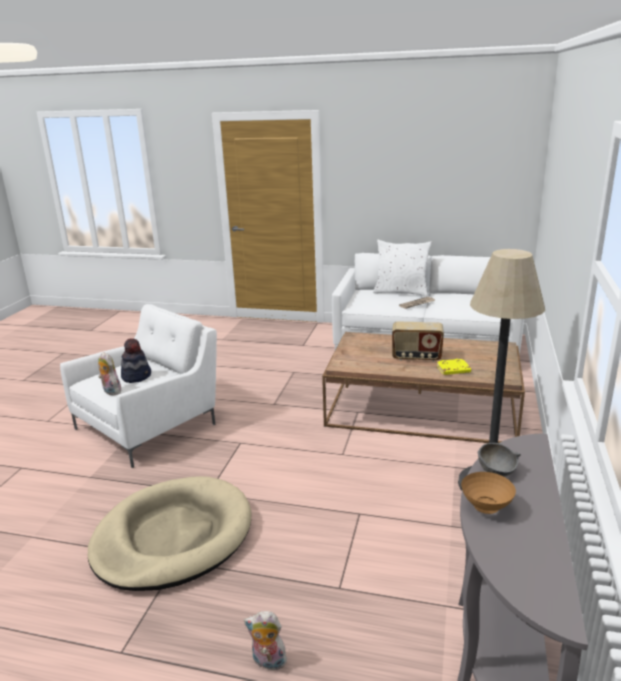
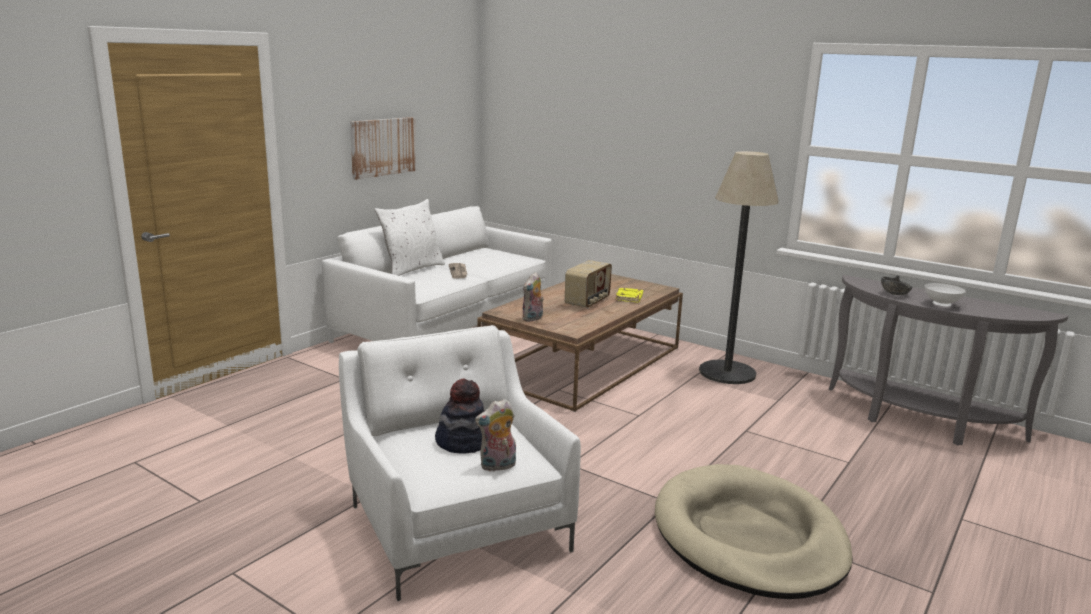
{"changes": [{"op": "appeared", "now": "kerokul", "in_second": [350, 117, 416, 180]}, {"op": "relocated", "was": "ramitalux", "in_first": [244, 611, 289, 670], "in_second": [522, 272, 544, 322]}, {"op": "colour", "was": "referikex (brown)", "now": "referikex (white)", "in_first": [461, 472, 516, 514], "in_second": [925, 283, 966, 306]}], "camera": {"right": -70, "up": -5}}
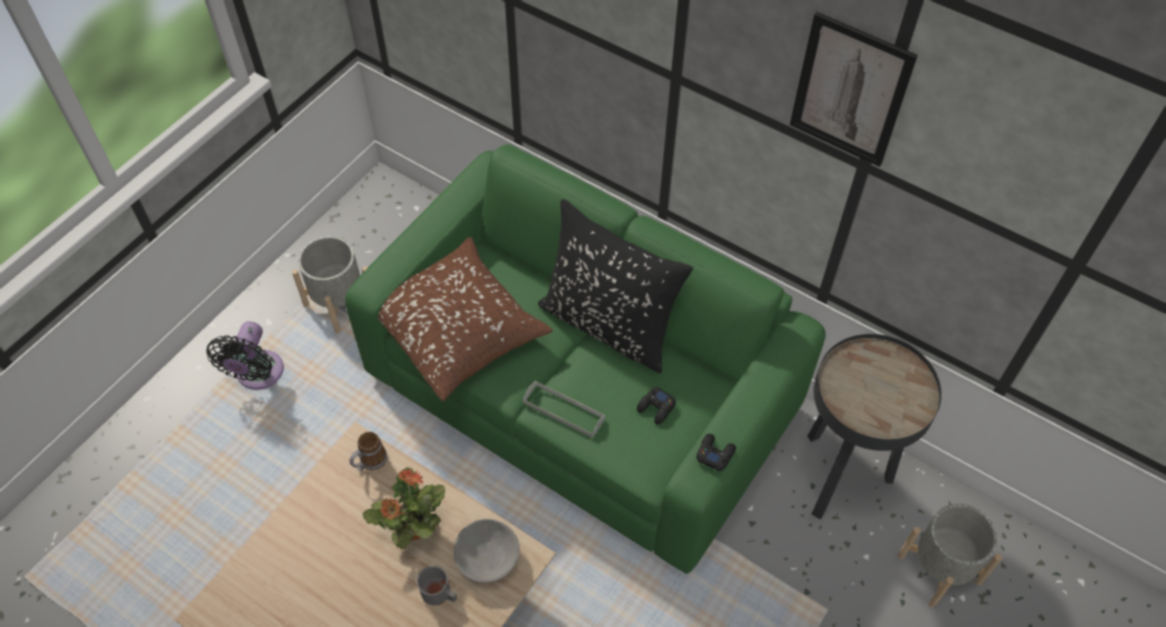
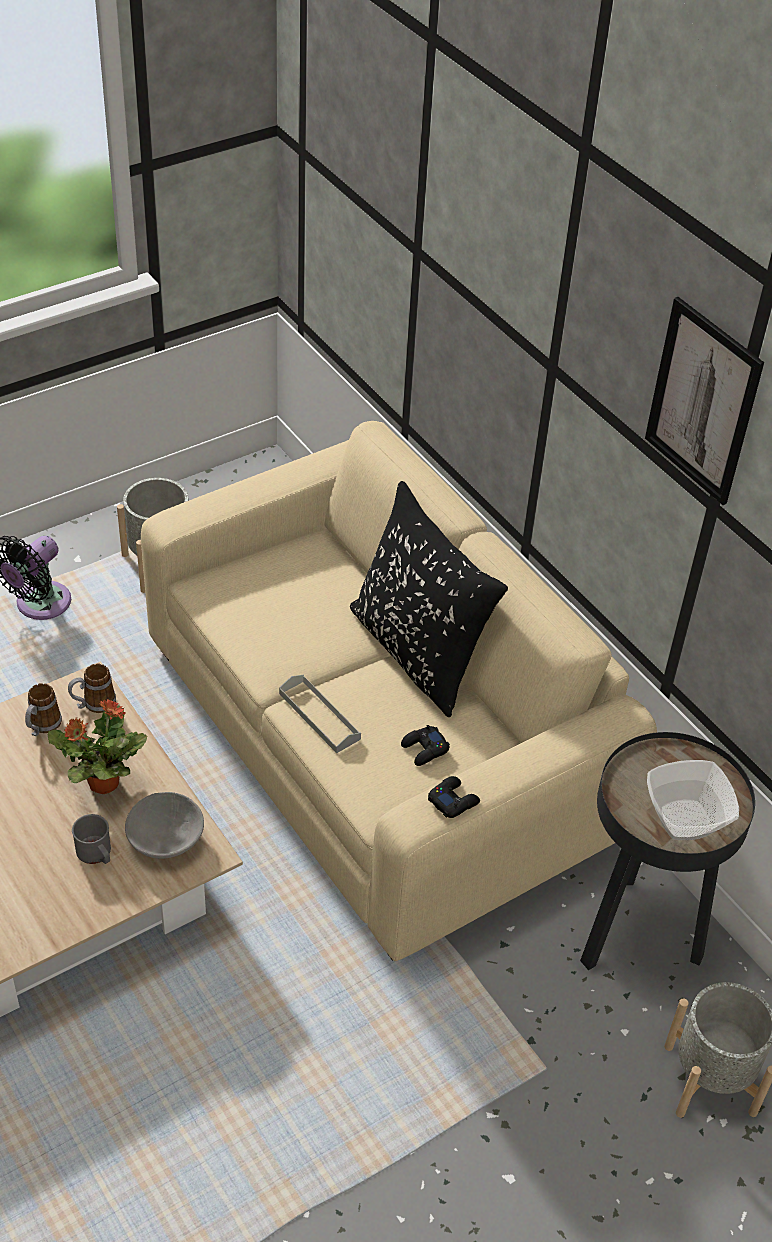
{"changes": [{"op": "appeared", "now": "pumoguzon", "in_second": [25, 683, 62, 737]}, {"op": "colour", "was": "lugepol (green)", "now": "lugepol (beige)", "in_first": [345, 144, 826, 574], "in_second": [141, 421, 657, 961]}, {"op": "appeared", "now": "referikex", "in_second": [647, 760, 739, 840]}, {"op": "missing", "was": "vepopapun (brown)", "in_first": [378, 237, 553, 401]}], "camera": {"right": 20, "up": -10}}
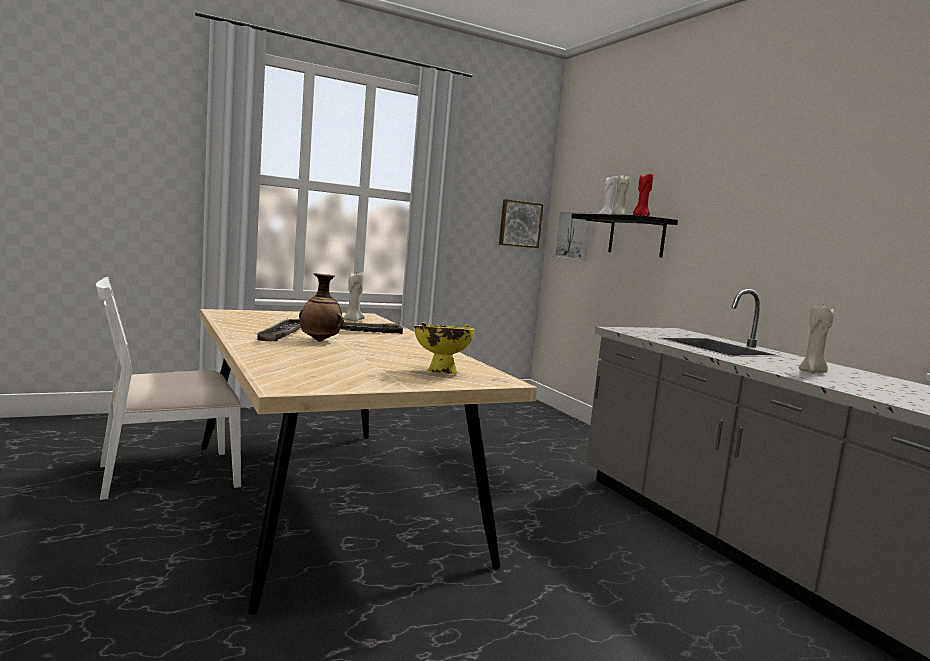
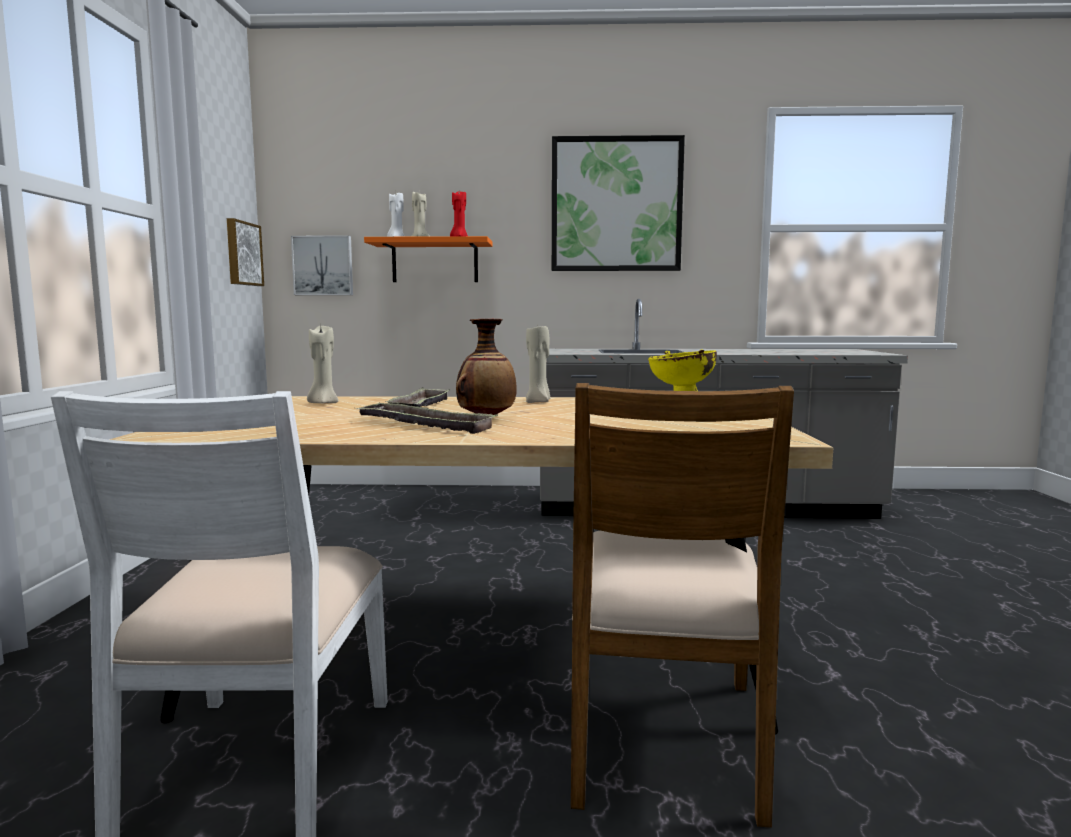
{"changes": [{"op": "colour", "was": "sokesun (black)", "now": "sokesun (orange)", "in_first": [571, 214, 678, 258], "in_second": [364, 236, 492, 282]}, {"op": "relocated", "was": "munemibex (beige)", "in_first": [799, 305, 834, 373], "in_second": [526, 326, 550, 403]}, {"op": "appeared", "now": "kerokul", "in_second": [552, 135, 685, 271]}, {"op": "appeared", "now": "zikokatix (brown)", "in_second": [571, 383, 794, 828]}], "camera": {"right": -60, "up": 0}}
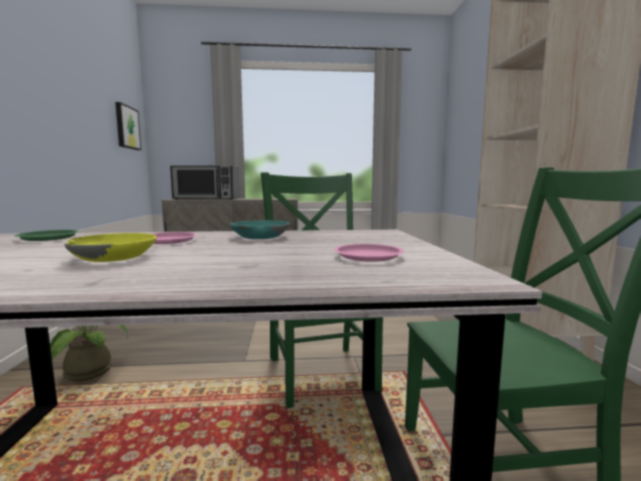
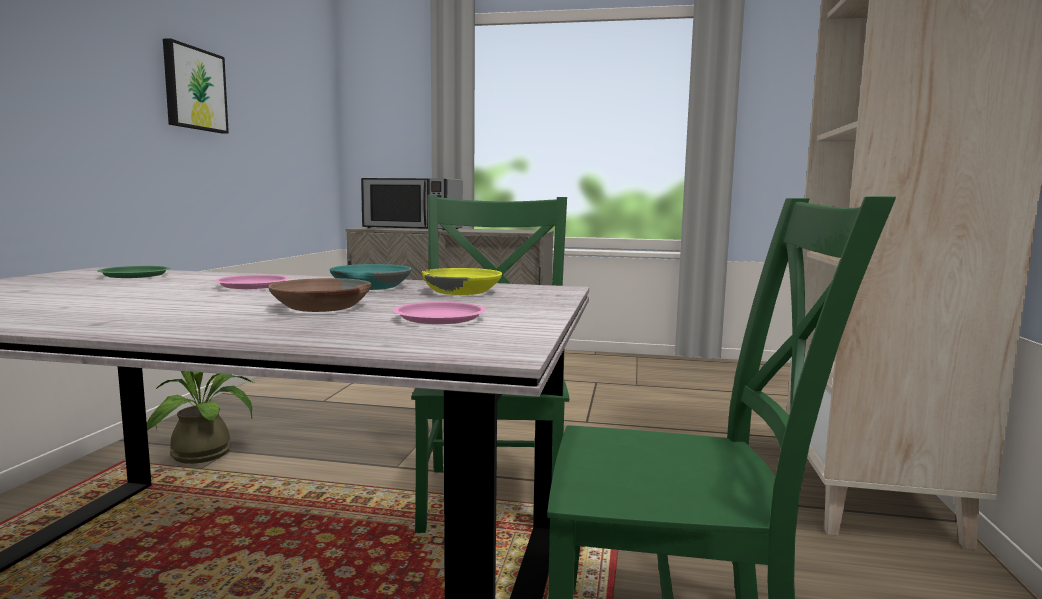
{"changes": [{"op": "relocated", "was": "kerokul", "in_first": [115, 102, 141, 150], "in_second": [163, 38, 229, 133]}, {"op": "appeared", "now": "referikex (brown)", "in_second": [268, 278, 371, 312]}, {"op": "relocated", "was": "referikex (yellow)", "in_first": [65, 233, 156, 262], "in_second": [422, 268, 502, 295]}], "camera": {"right": 15, "up": 0}}
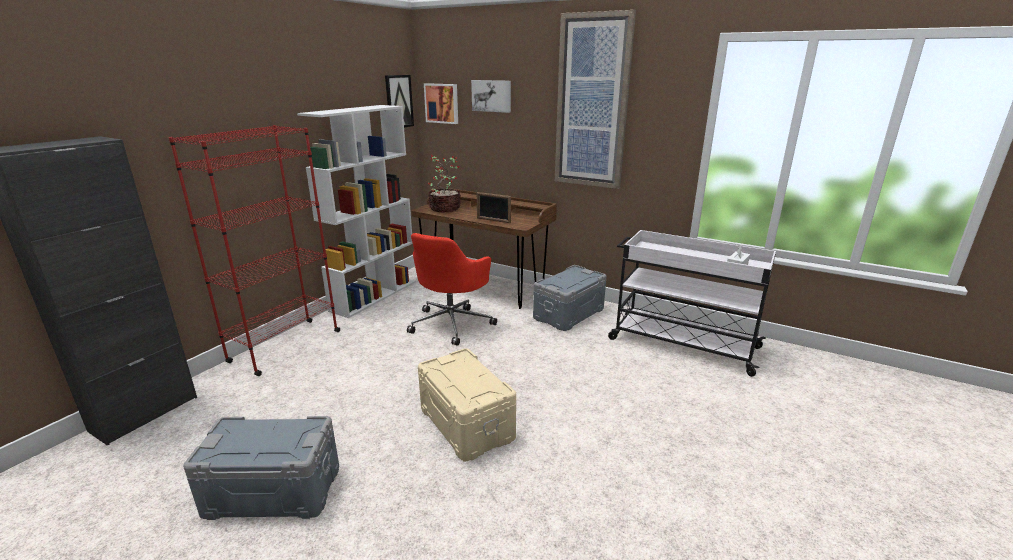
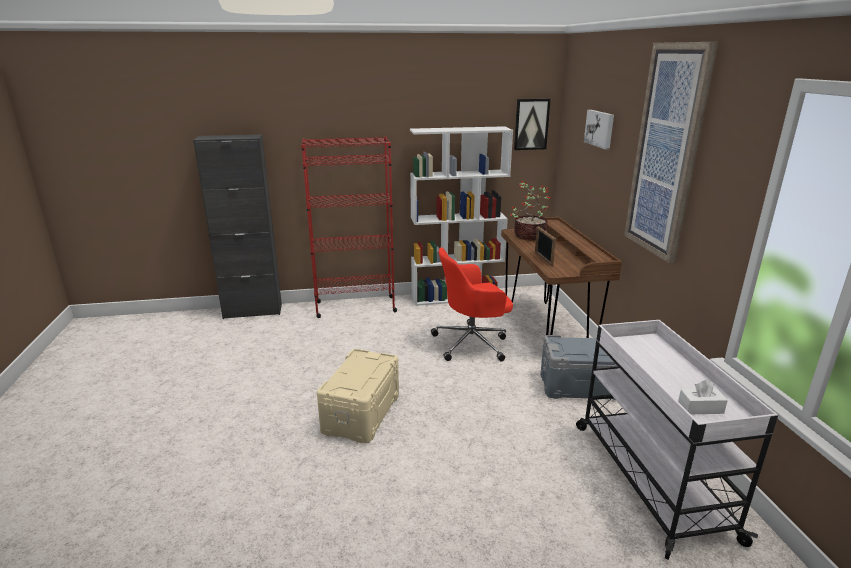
{"changes": [{"op": "missing", "was": "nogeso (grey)", "in_first": [183, 416, 339, 520]}, {"op": "missing", "was": "kerokul", "in_first": [424, 83, 458, 124]}], "camera": {"right": 50, "up": 0}}
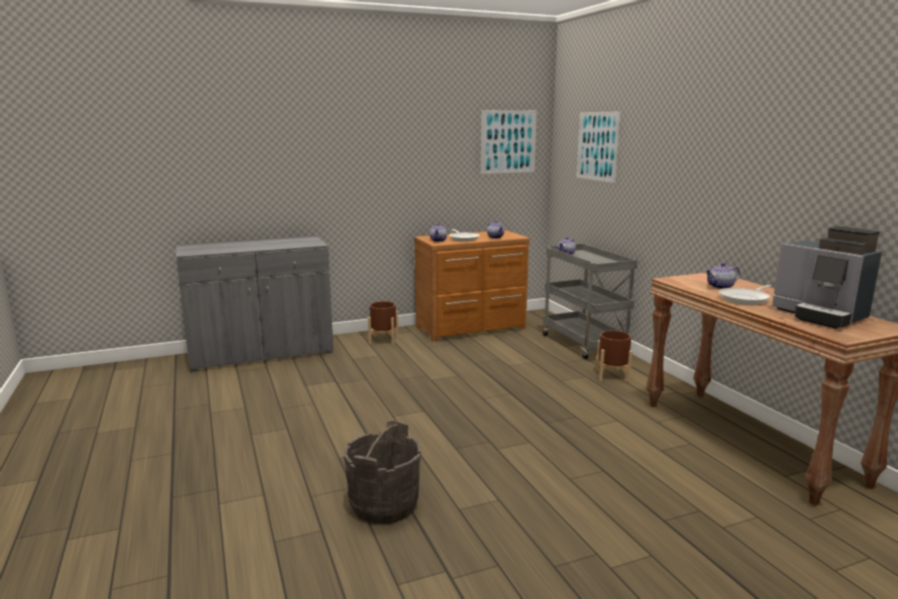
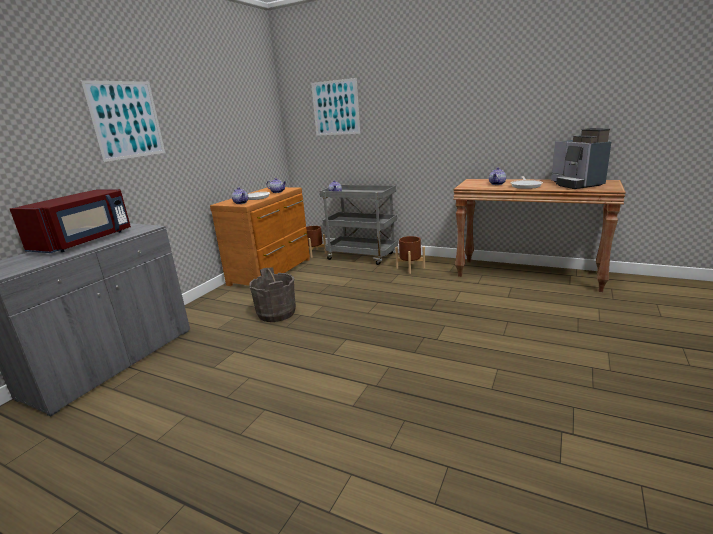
{"changes": [{"op": "appeared", "now": "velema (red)", "in_second": [10, 189, 131, 253]}, {"op": "relocated", "was": "kerokul", "in_first": [481, 110, 537, 174], "in_second": [80, 80, 165, 162]}, {"op": "relocated", "was": "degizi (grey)", "in_first": [344, 421, 421, 524], "in_second": [249, 267, 296, 322]}, {"op": "relocated", "was": "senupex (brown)", "in_first": [368, 301, 398, 345], "in_second": [306, 226, 327, 258]}, {"op": "spun", "was": "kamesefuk", "in_first": [772, 226, 882, 329], "in_second": [551, 128, 611, 189], "clockwise": 60}], "camera": {"right": -40, "up": 5}}
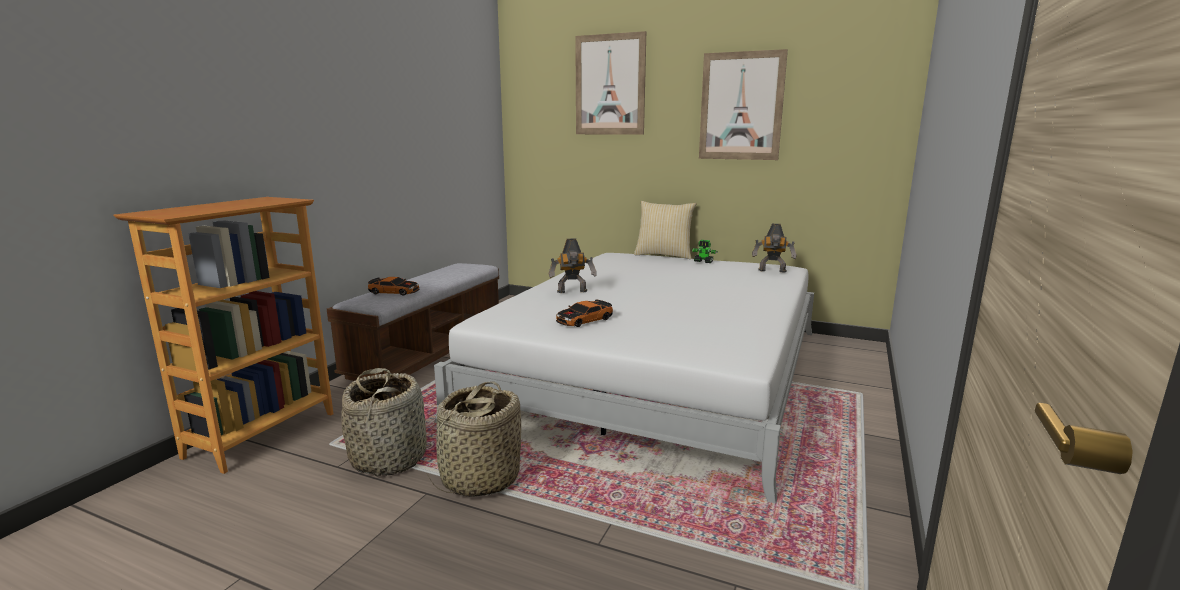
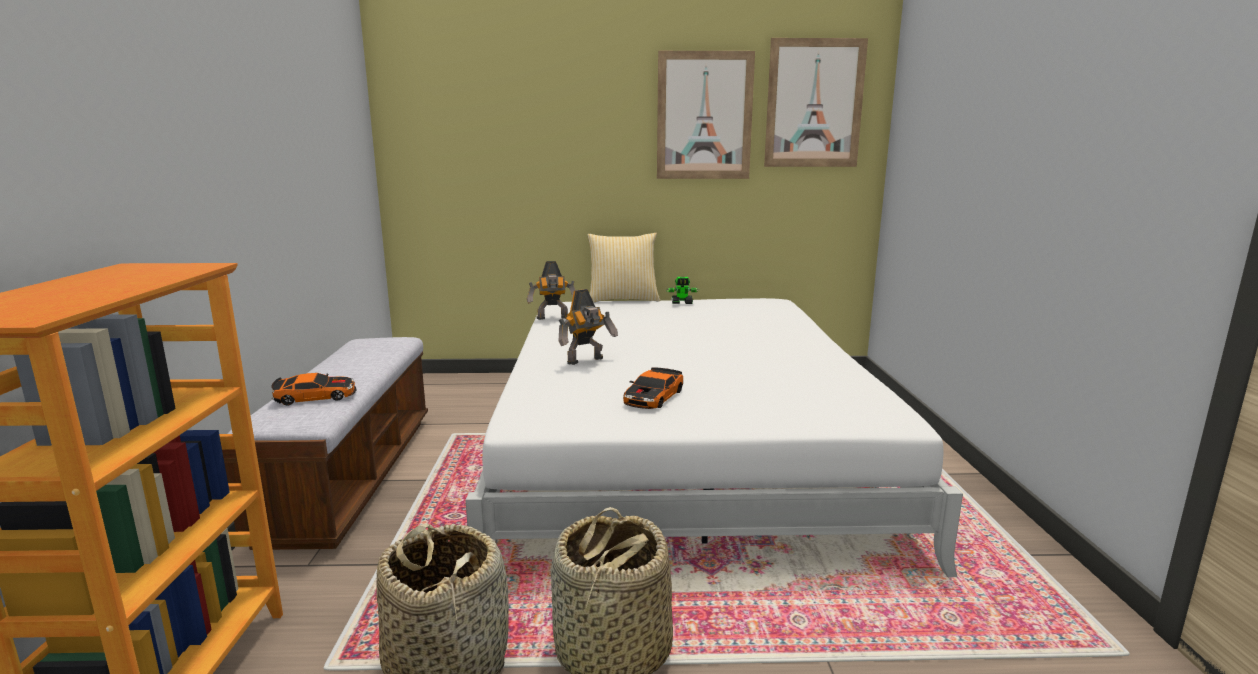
{"changes": [{"op": "relocated", "was": "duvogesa", "in_first": [752, 224, 797, 273], "in_second": [527, 261, 575, 320]}, {"op": "relocated", "was": "kerokul", "in_first": [575, 31, 646, 135], "in_second": [764, 38, 868, 167]}], "camera": {"right": -25, "up": 0}}
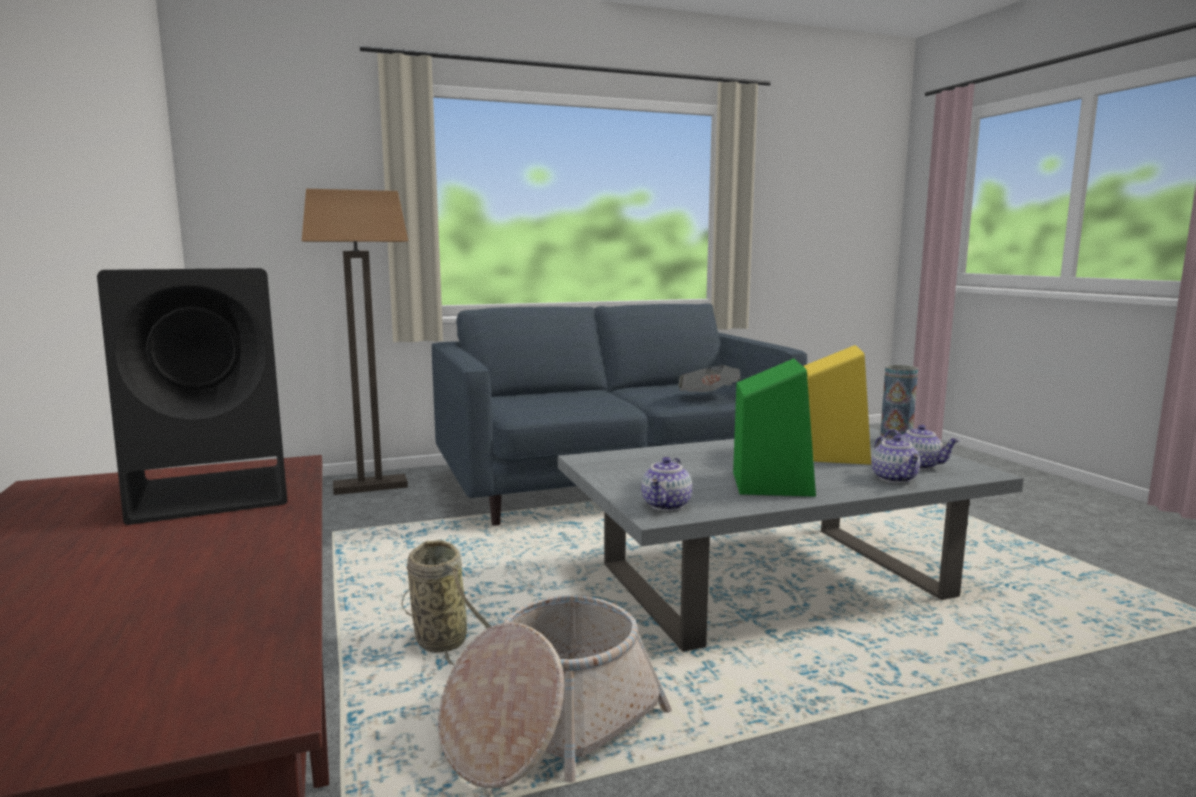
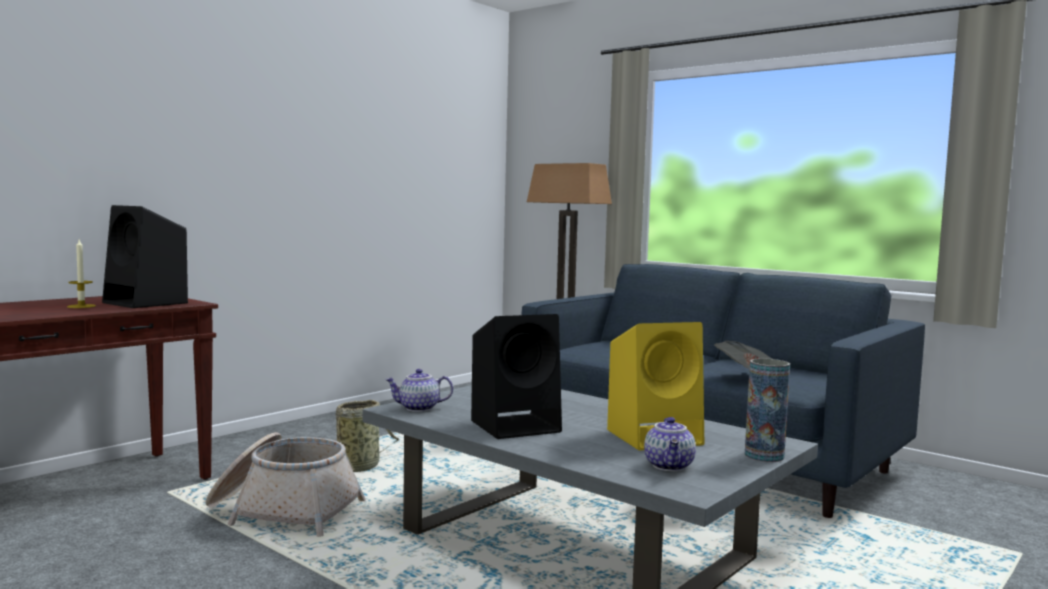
{"changes": [{"op": "appeared", "now": "munemibex", "in_second": [67, 240, 96, 308]}, {"op": "colour", "was": "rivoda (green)", "now": "rivoda (black)", "in_first": [733, 358, 816, 497], "in_second": [471, 314, 562, 439]}, {"op": "missing", "was": "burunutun", "in_first": [871, 435, 920, 483]}], "camera": {"right": 60, "up": -5}}
